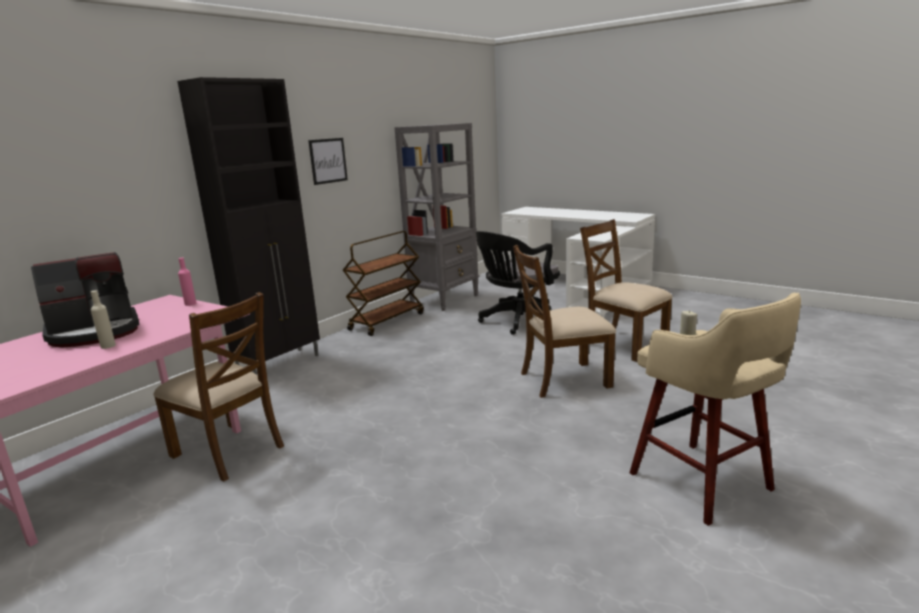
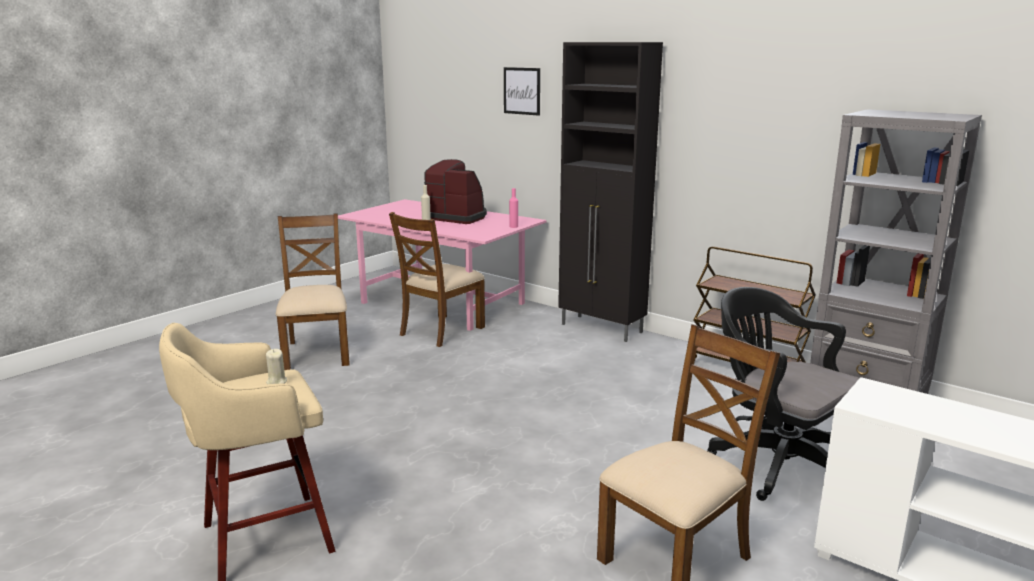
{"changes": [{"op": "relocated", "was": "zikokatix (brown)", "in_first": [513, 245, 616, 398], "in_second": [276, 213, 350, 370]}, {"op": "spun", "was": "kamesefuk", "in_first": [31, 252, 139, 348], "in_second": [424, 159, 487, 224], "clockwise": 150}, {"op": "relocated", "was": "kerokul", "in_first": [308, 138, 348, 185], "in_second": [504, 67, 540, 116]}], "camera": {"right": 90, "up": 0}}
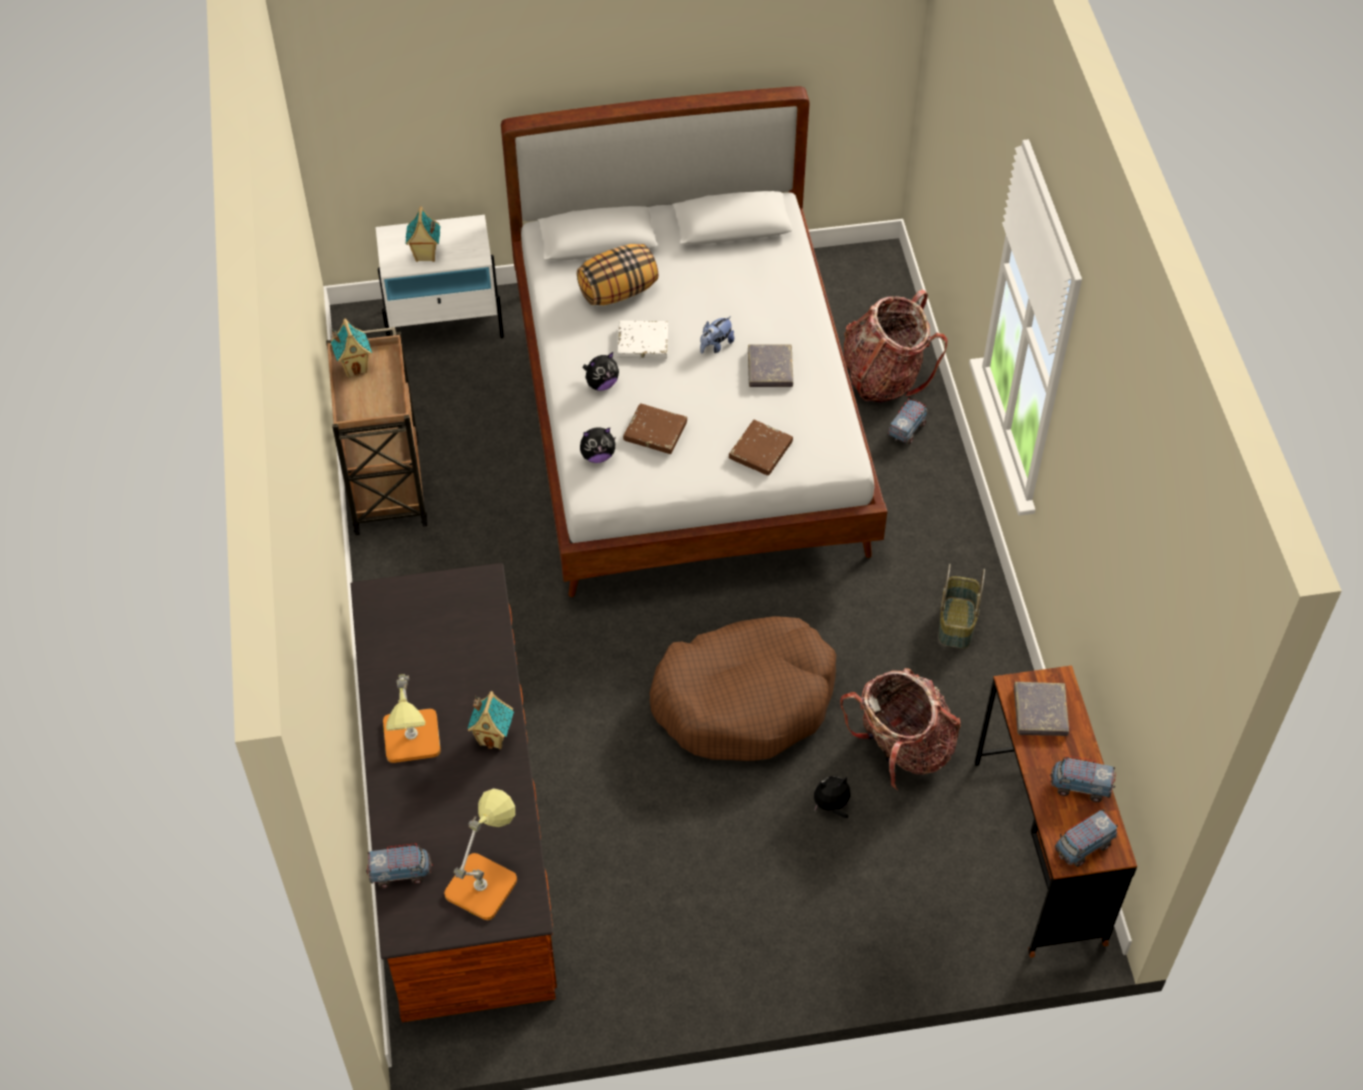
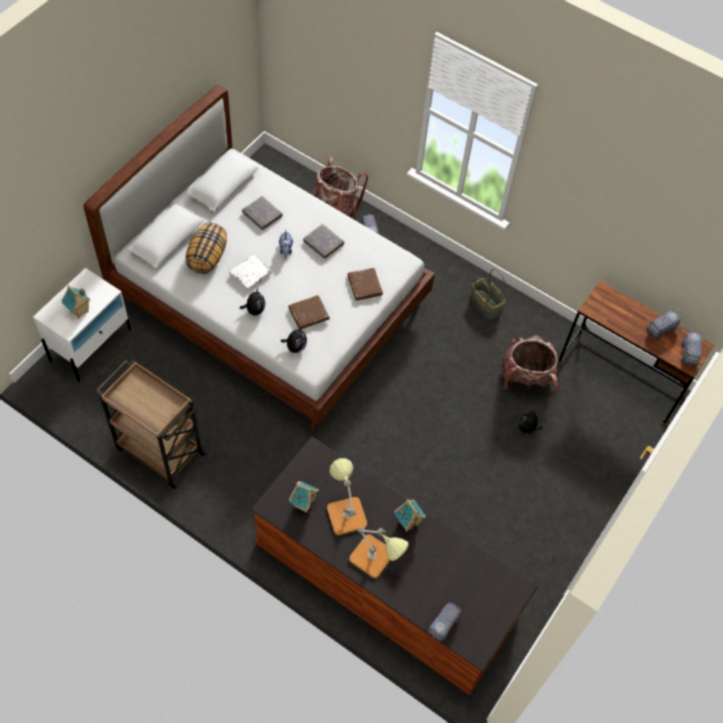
{"changes": [{"op": "relocated", "was": "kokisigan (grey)", "in_first": [1014, 682, 1069, 736], "in_second": [242, 196, 283, 230]}, {"op": "relocated", "was": "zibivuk", "in_first": [331, 319, 372, 377], "in_second": [289, 481, 319, 513]}, {"op": "relocated", "was": "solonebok", "in_first": [444, 788, 517, 921], "in_second": [327, 458, 367, 535]}, {"op": "missing", "was": "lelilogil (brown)", "in_first": [649, 616, 836, 761]}], "camera": {"right": -50, "up": 5}}
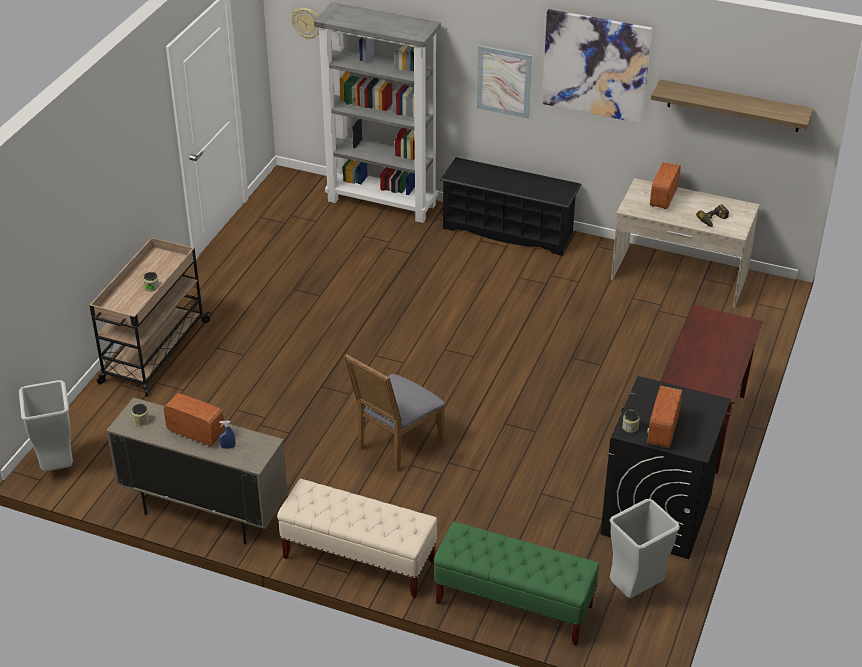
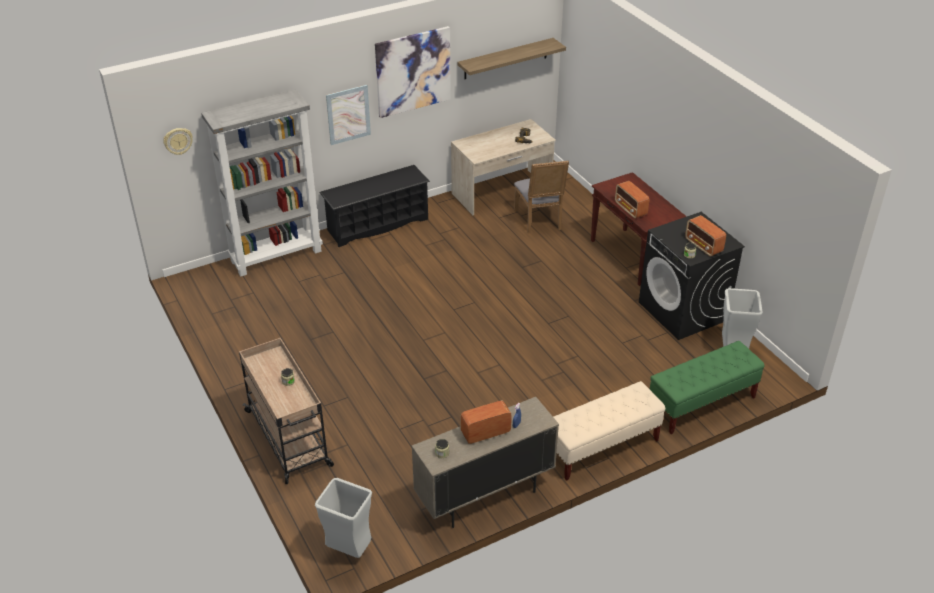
{"changes": [{"op": "relocated", "was": "zikokatix (grey)", "in_first": [344, 354, 445, 471], "in_second": [514, 161, 569, 233]}, {"op": "relocated", "was": "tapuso", "in_first": [650, 162, 681, 209], "in_second": [615, 181, 649, 219]}], "camera": {"right": -50, "up": 0}}
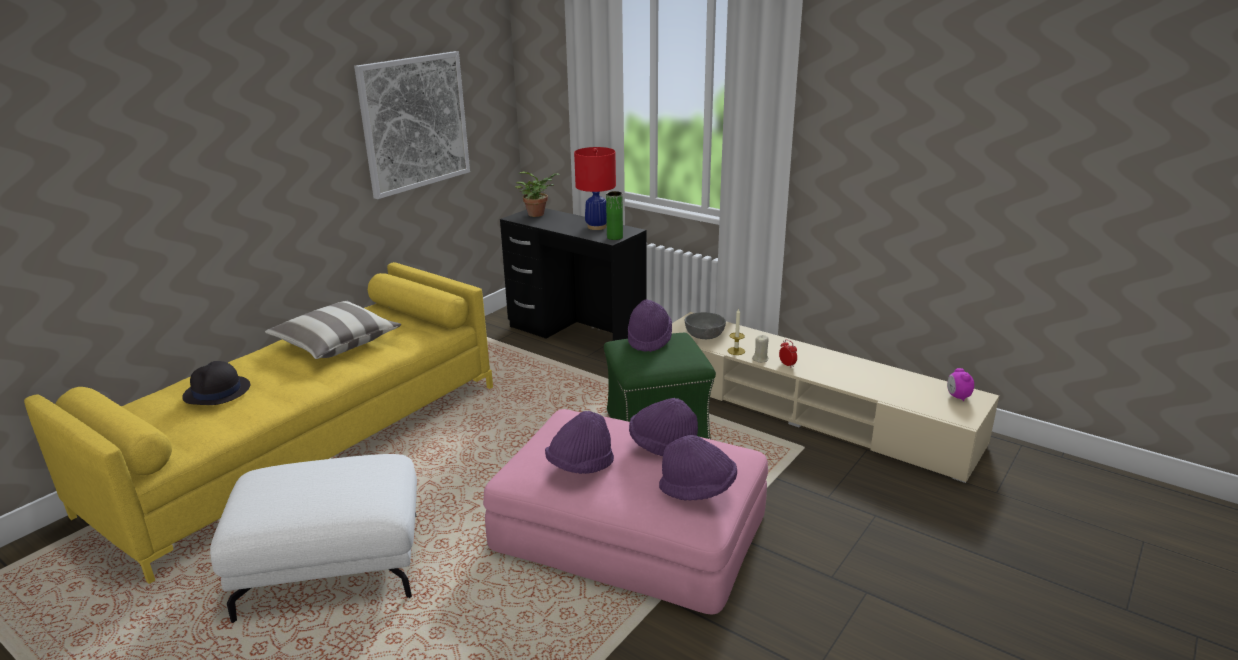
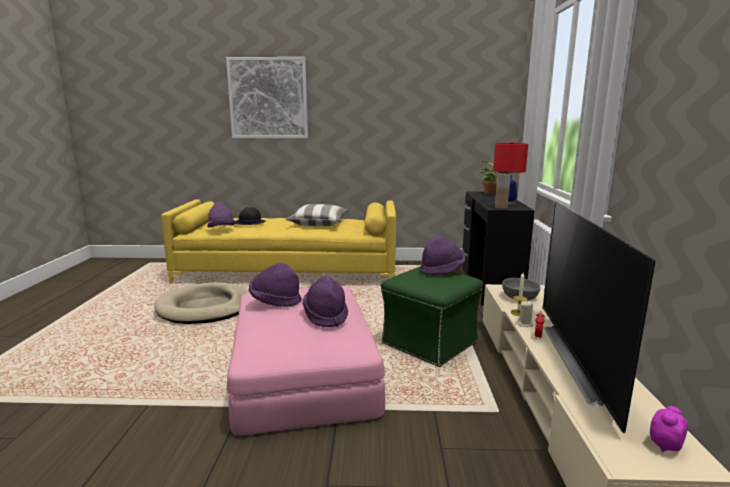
{"changes": [{"op": "exchanged", "was": "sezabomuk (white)", "now": "lelilogil (beige)", "in_first": [210, 454, 417, 623], "in_second": [154, 282, 250, 324]}, {"op": "relocated", "was": "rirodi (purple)", "in_first": [659, 435, 737, 501], "in_second": [207, 202, 236, 228]}, {"op": "relocated", "was": "kerokul", "in_first": [354, 51, 470, 199], "in_second": [226, 57, 308, 138]}, {"op": "colour", "was": "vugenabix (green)", "now": "vugenabix (brown)", "in_first": [606, 191, 623, 240], "in_second": [495, 172, 511, 209]}, {"op": "appeared", "now": "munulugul", "in_second": [543, 200, 656, 433]}], "camera": {"right": 55, "up": -10}}
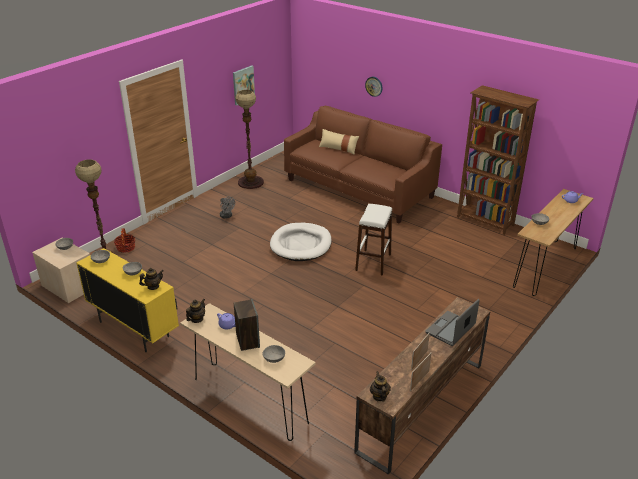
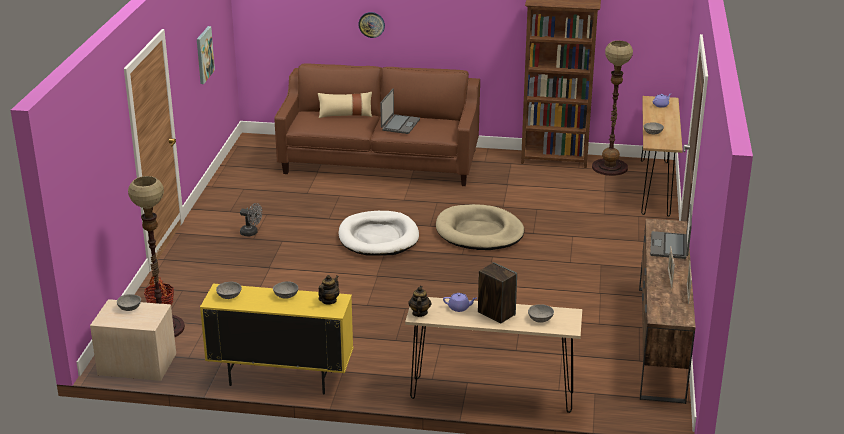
{"changes": [{"op": "appeared", "now": "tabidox", "in_second": [380, 89, 420, 134]}, {"op": "exchanged", "was": "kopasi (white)", "now": "lelilogil (beige)", "in_first": [355, 204, 392, 276], "in_second": [436, 204, 524, 250]}, {"op": "relocated", "was": "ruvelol", "in_first": [235, 90, 264, 189], "in_second": [592, 40, 633, 176]}, {"op": "missing", "was": "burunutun", "in_first": [370, 371, 391, 402]}], "camera": {"right": -30, "up": -5}}
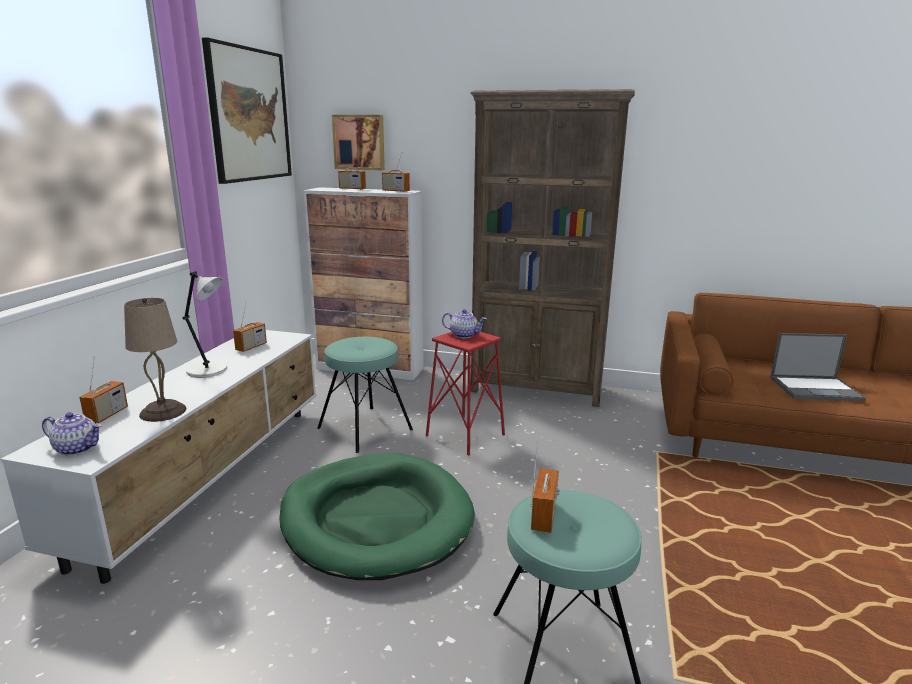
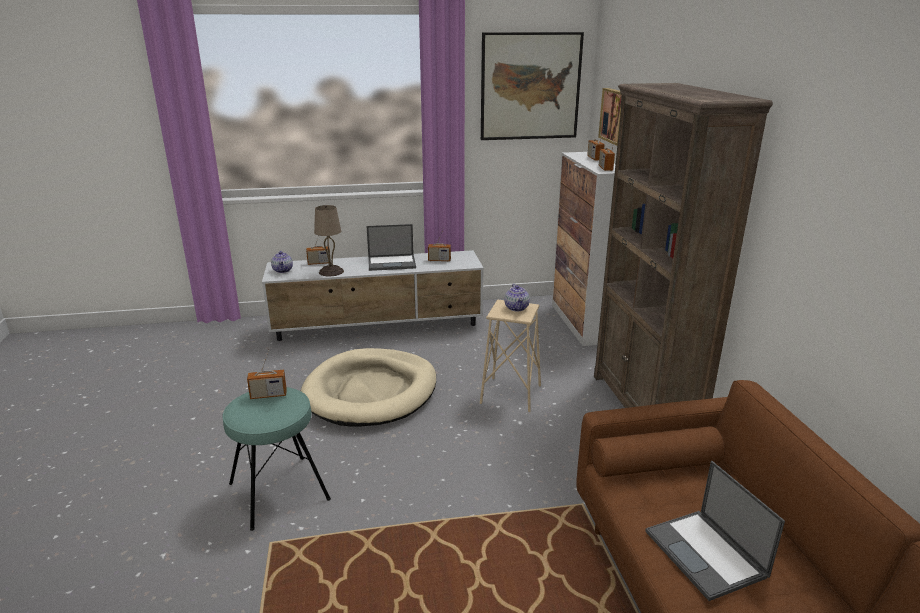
{"changes": [{"op": "colour", "was": "lelilogil (green)", "now": "lelilogil (beige)", "in_first": [279, 453, 475, 580], "in_second": [301, 348, 436, 427]}, {"op": "exchanged", "was": "solonebok (grey)", "now": "tabidox", "in_first": [183, 271, 227, 378], "in_second": [367, 224, 416, 271]}, {"op": "colour", "was": "kopasi (red)", "now": "kopasi (beige)", "in_first": [426, 332, 505, 456], "in_second": [480, 299, 541, 412]}, {"op": "missing", "was": "kopasi (turquoise)", "in_first": [317, 337, 413, 453]}], "camera": {"right": 65, "up": 5}}
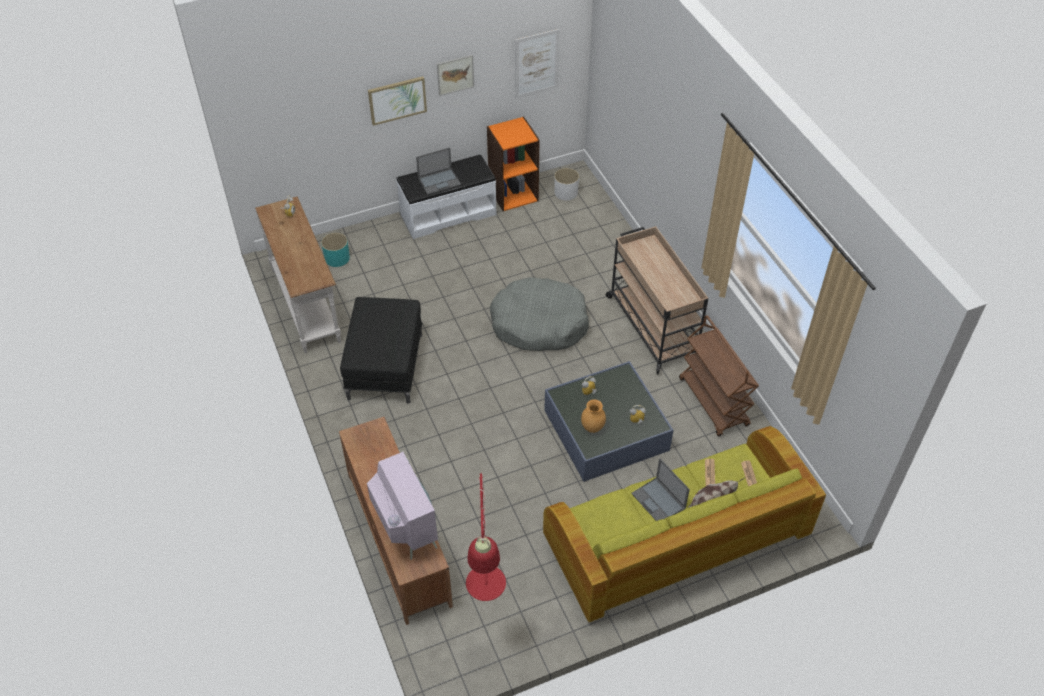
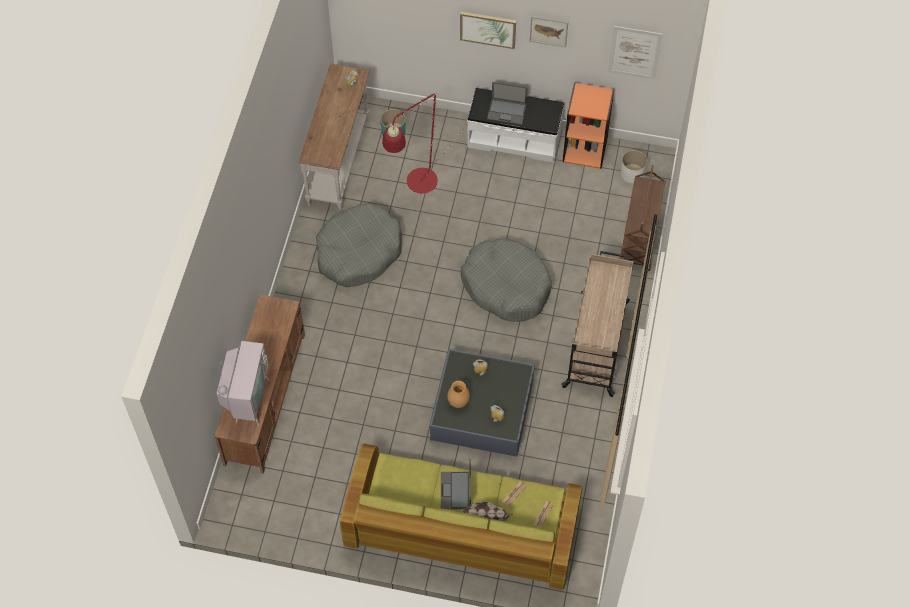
{"changes": [{"op": "exchanged", "was": "sezabomuk (black)", "now": "lelilogil (grey)", "in_first": [340, 297, 422, 404], "in_second": [316, 203, 402, 287]}, {"op": "relocated", "was": "ruvelol (red)", "in_first": [466, 472, 506, 601], "in_second": [382, 94, 468, 193]}, {"op": "relocated", "was": "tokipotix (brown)", "in_first": [679, 315, 759, 437], "in_second": [620, 165, 666, 271]}], "camera": {"right": 35, "up": 10}}
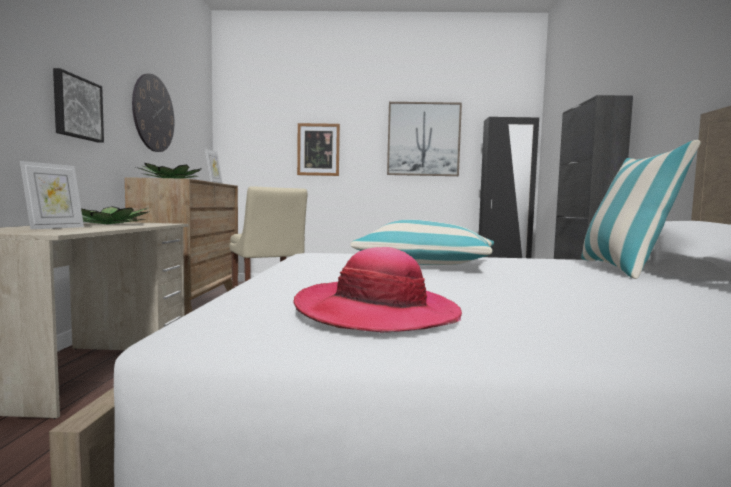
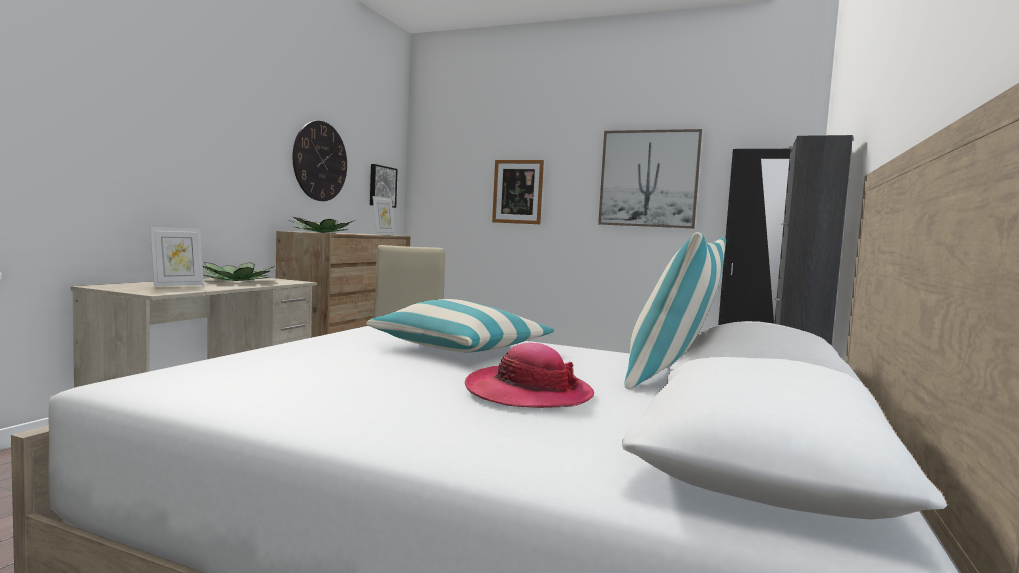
{"changes": [{"op": "relocated", "was": "kerokul", "in_first": [53, 68, 104, 143], "in_second": [370, 164, 398, 208]}, {"op": "relocated", "was": "rirodi", "in_first": [294, 247, 462, 332], "in_second": [465, 343, 594, 408]}], "camera": {"right": 20, "up": 0}}
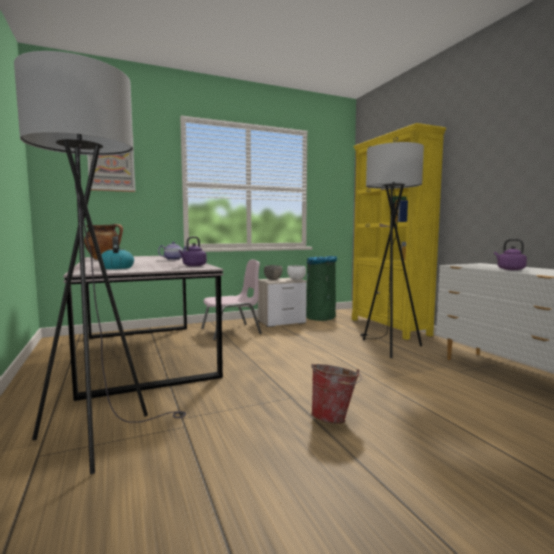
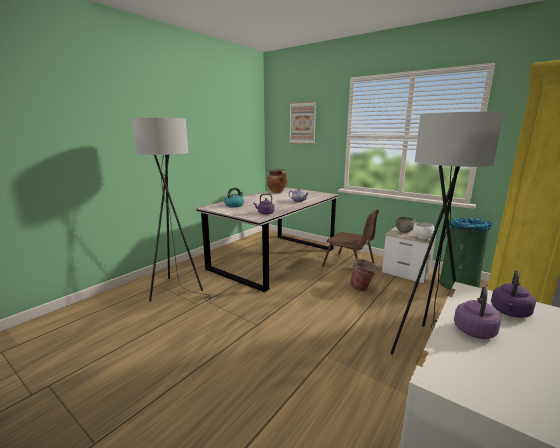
{"changes": [{"op": "colour", "was": "zikokatix (pink)", "now": "zikokatix (brown)", "in_first": [201, 259, 262, 340], "in_second": [322, 209, 379, 267]}, {"op": "relocated", "was": "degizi", "in_first": [311, 364, 361, 424], "in_second": [350, 257, 378, 291]}, {"op": "appeared", "now": "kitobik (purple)", "in_second": [491, 270, 536, 318]}], "camera": {"right": 60, "up": 10}}
